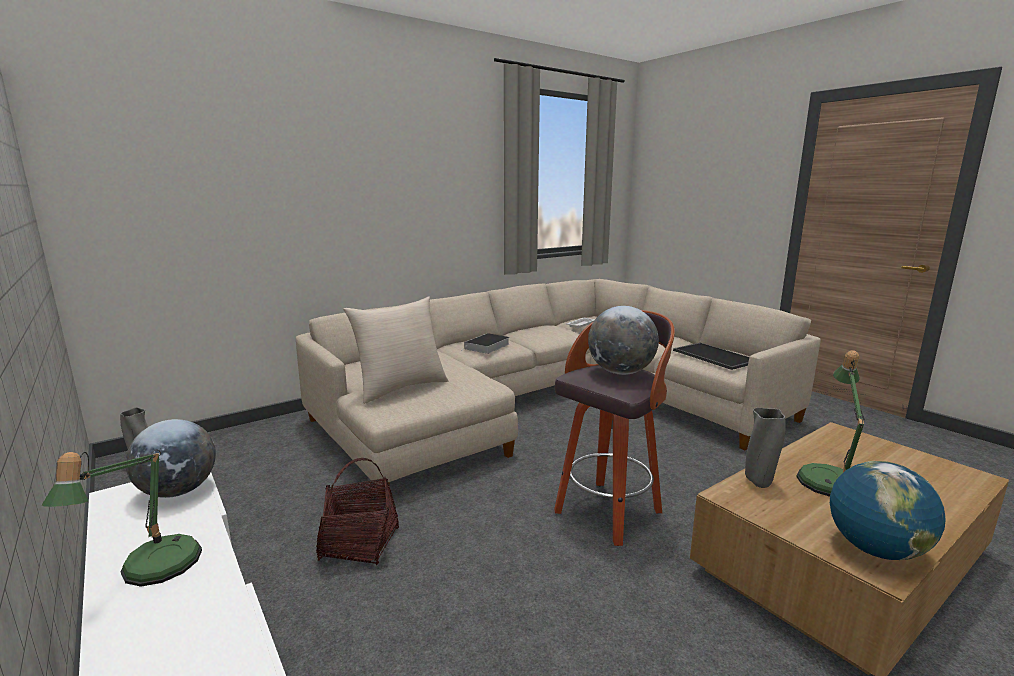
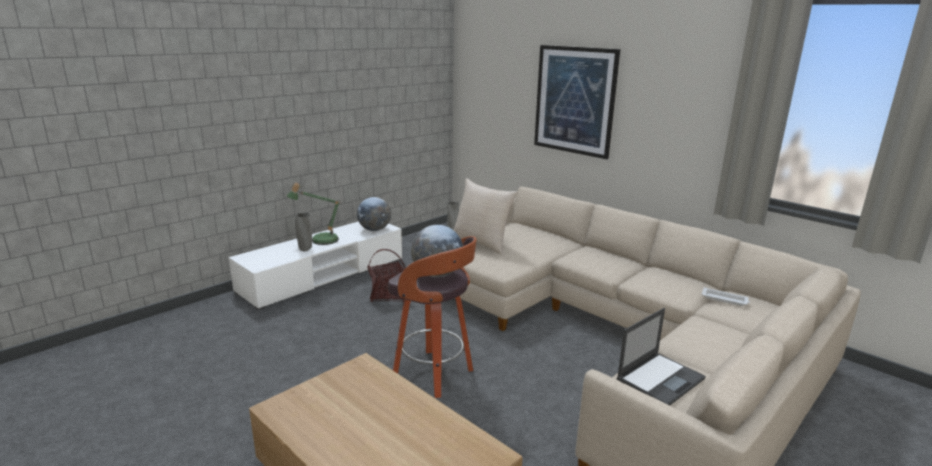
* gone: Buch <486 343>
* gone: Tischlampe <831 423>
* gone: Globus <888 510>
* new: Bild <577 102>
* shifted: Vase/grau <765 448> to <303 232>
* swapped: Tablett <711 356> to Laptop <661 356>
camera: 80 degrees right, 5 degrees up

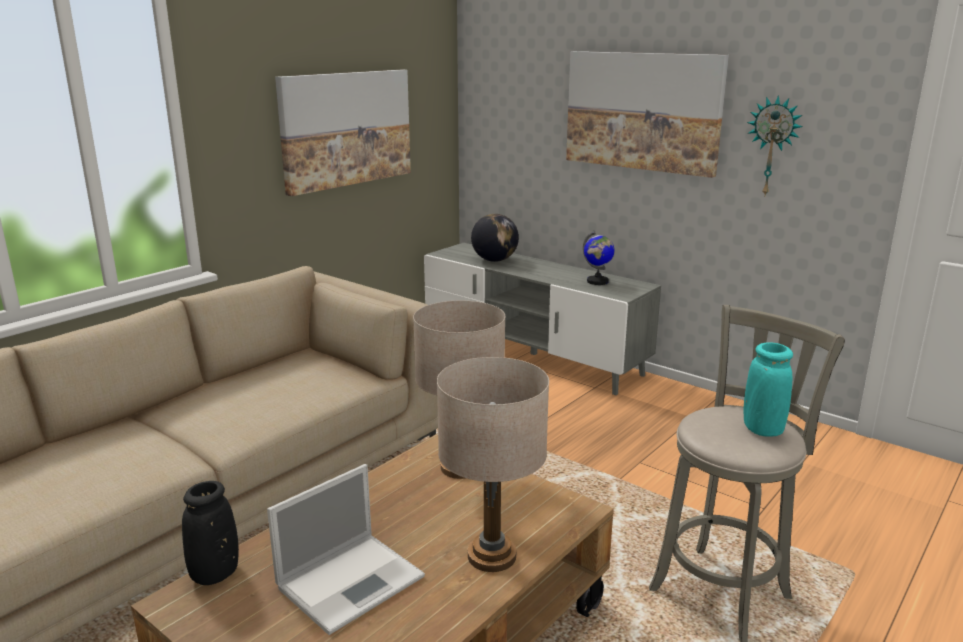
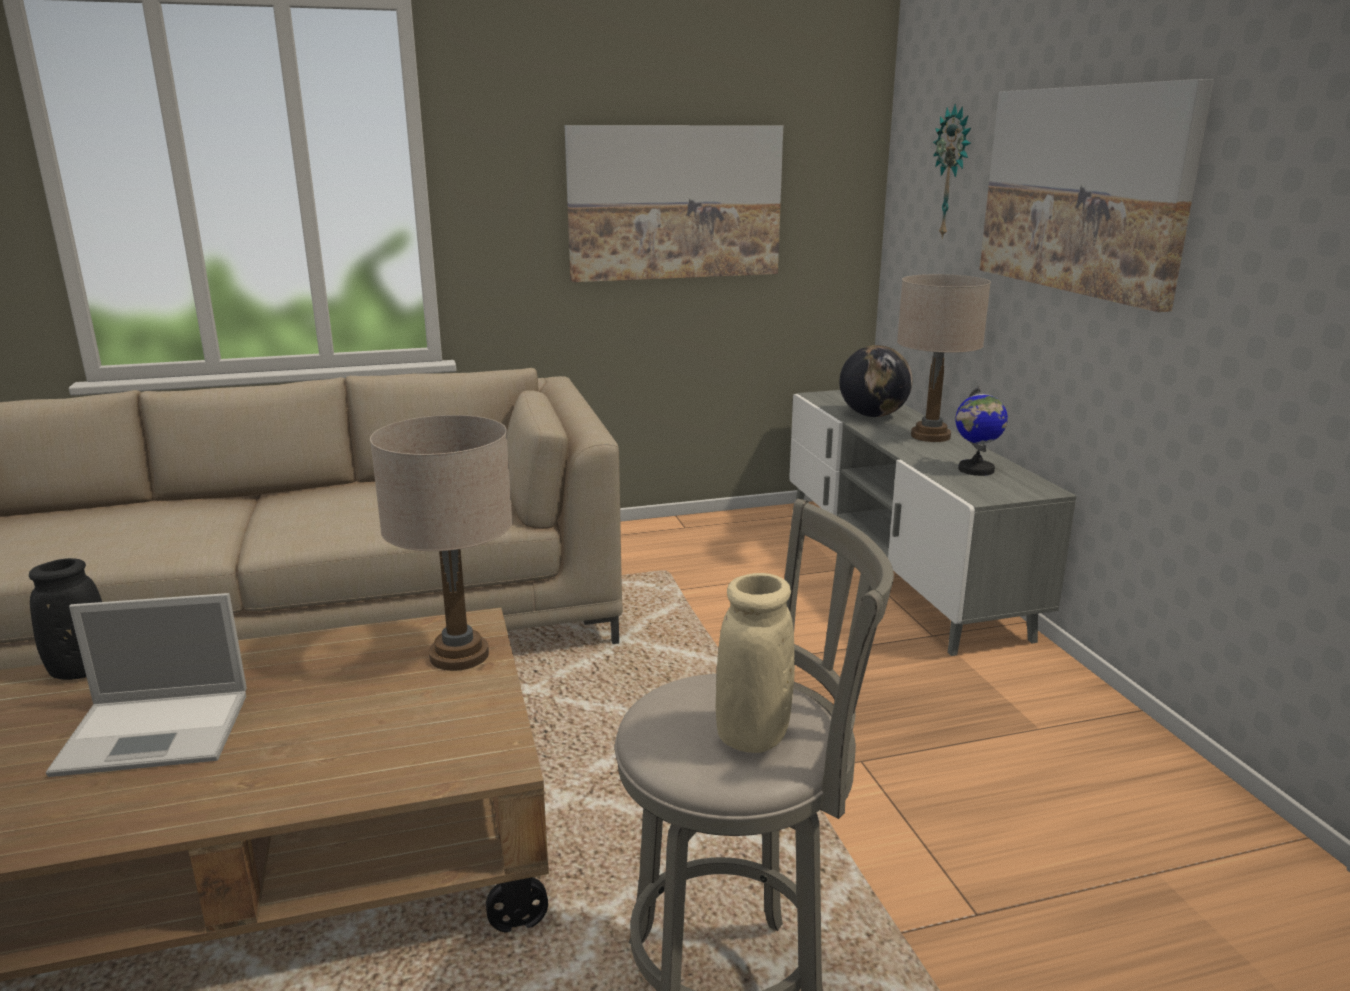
* shifted: Tischlampe/beige <493 464> to <944 358>
* shifted: Wanduhr <775 145> to <952 171>
* repainted: Vase/türkis <768 389> to Vase/beige <755 663>
camera: 35 degrees right, 0 degrees up

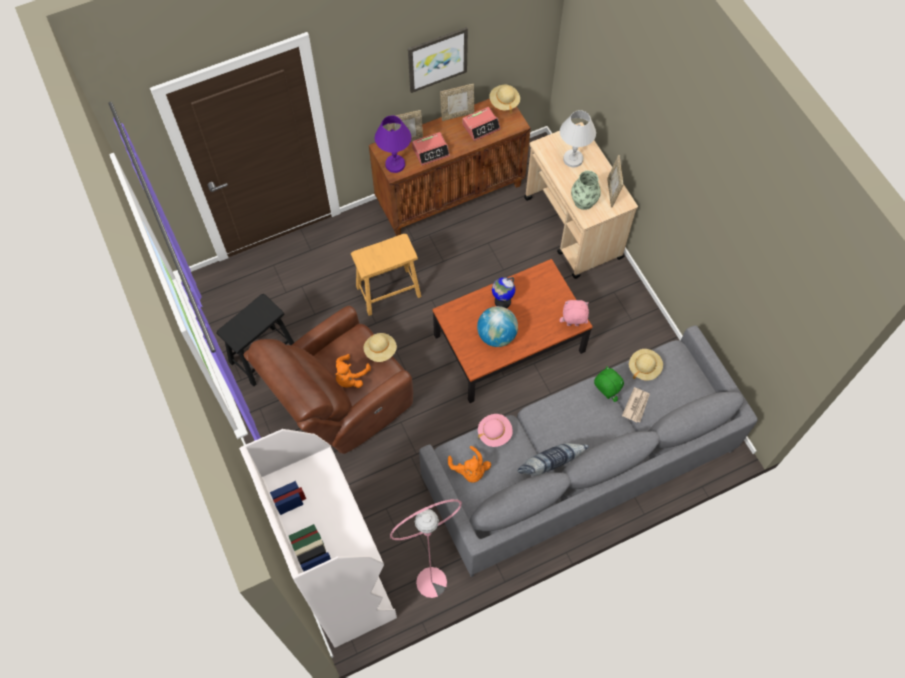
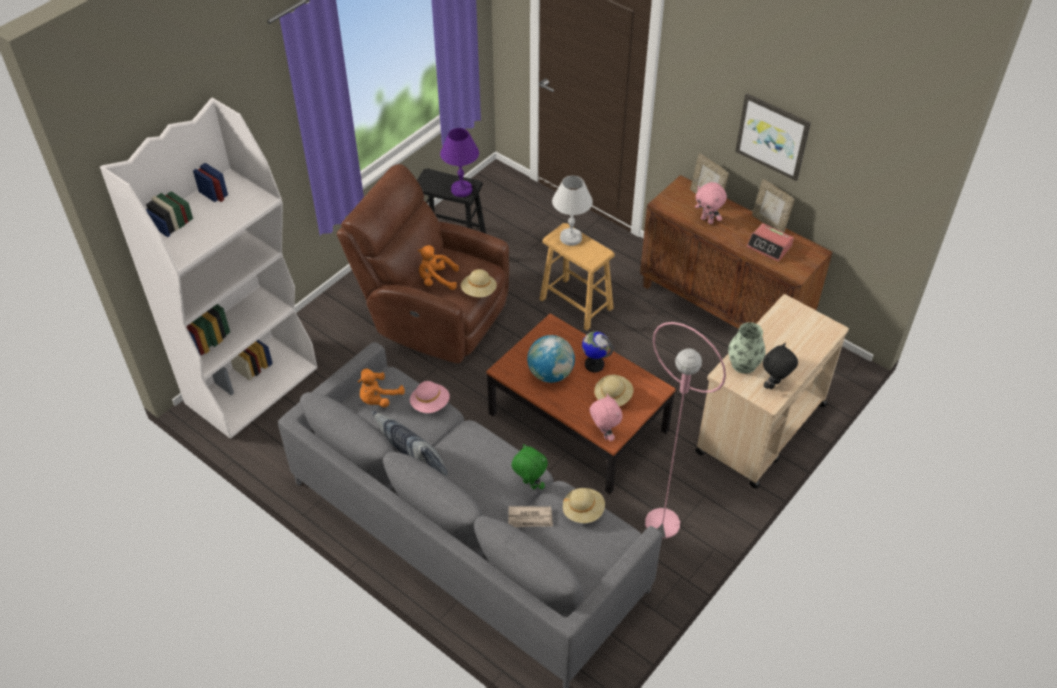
* shifted: Tischlampe/lila <393 144> to <459 162>
* shifted: Stehlampe/rosa <426 548> to <685 430>
* shifted: Hut/beige <504 99> to <614 390>
* shifted: Tischlampe/weiß <578 139> to <572 210>
* swapped: Wecker <431 149> to Plüschtier/rosa <711 203>
* swapped: Bilderrahmen <615 181> to Plüschtier/schwarz <780 366>
* rotated: Plüschtier/grün <609 384> = <529 467> 75 degrees counterclockwise
camera: 65 degrees right, 15 degrees down

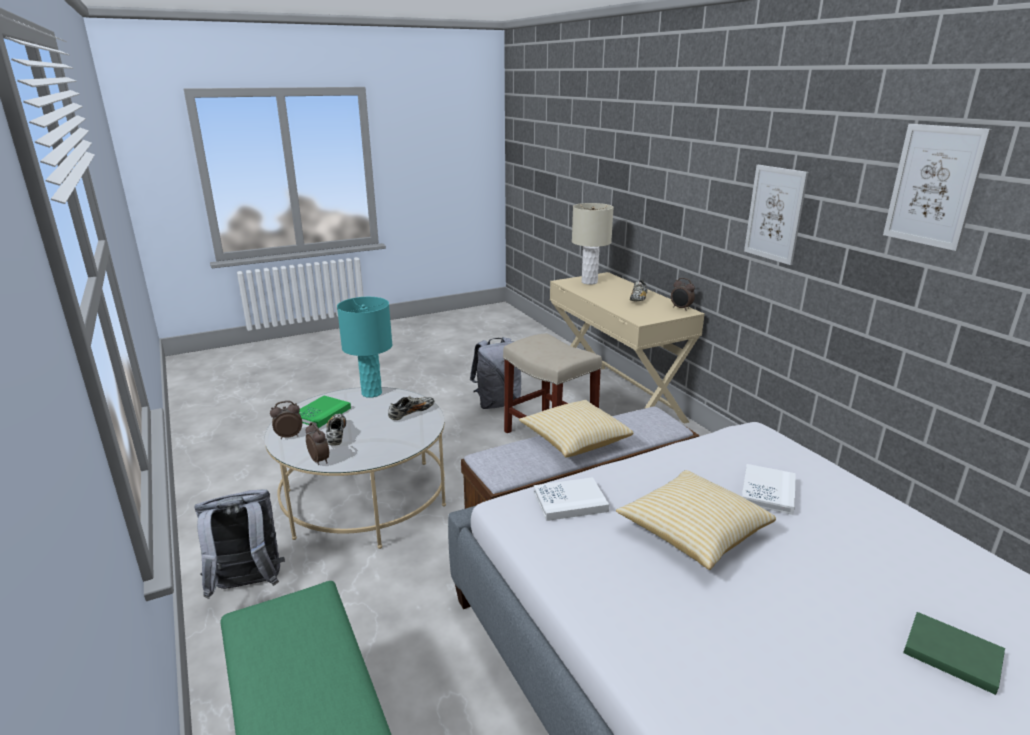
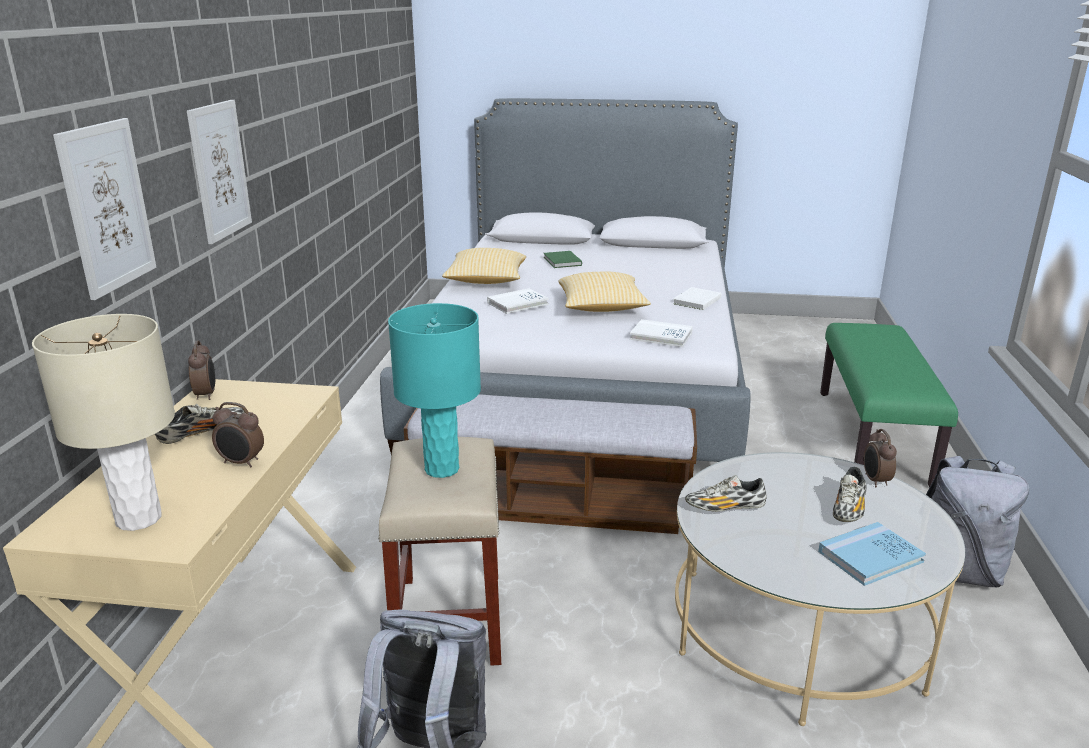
* new: Buch/weiß <697 298>
* shifted: Wecker <286 420> to <238 435>
* shifted: Tischlampe/türkis <364 347> to <434 390>
* shifted: Kissen <576 428> to <484 266>
* shifted: Bild <937 187> to <105 209>
* repainted: Buch/grün <325 412> to Buch/blau <872 554>
camera: 145 degrees left, 0 degrees up

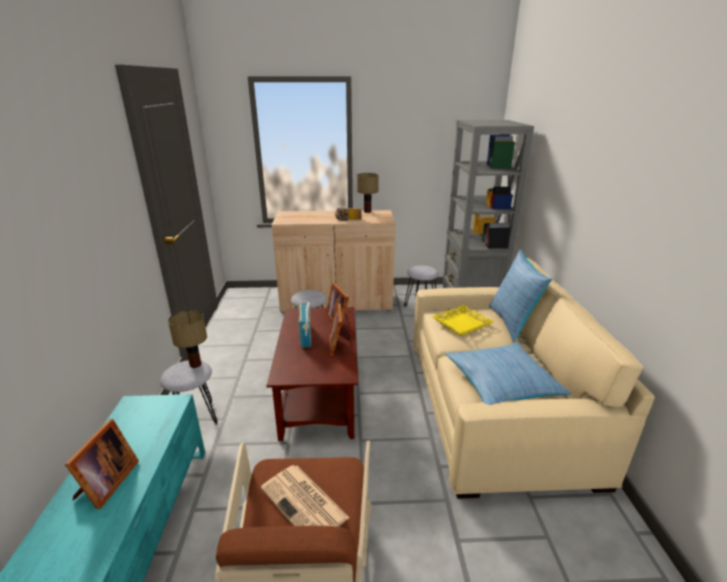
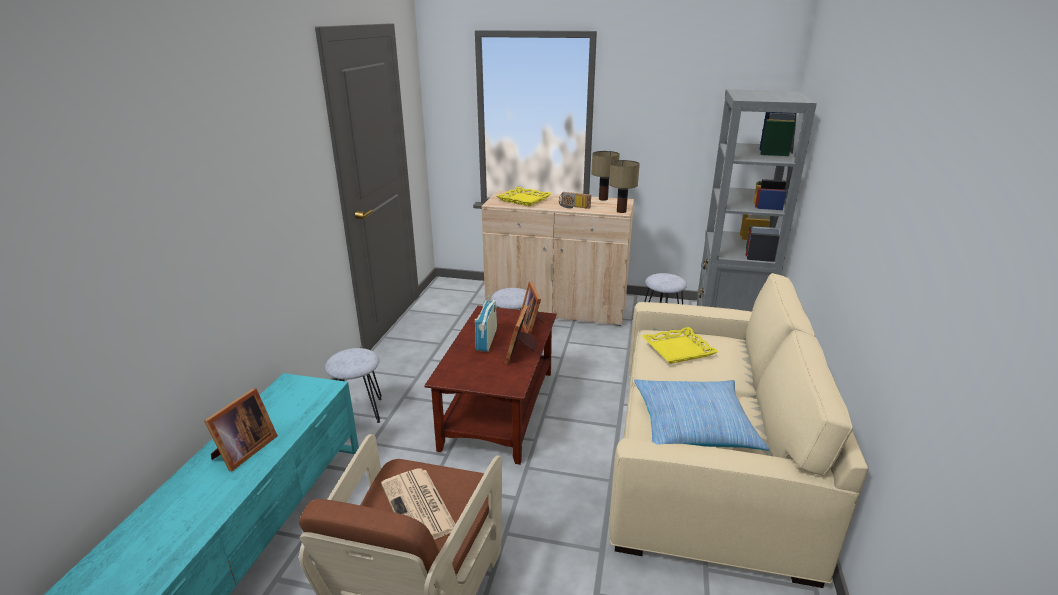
* gone: Kissen <520 296>
* new: Tablett/gelb <524 196>
* shifted: Tischlampe <187 339> to <624 186>
camera: 15 degrees right, 0 degrees up

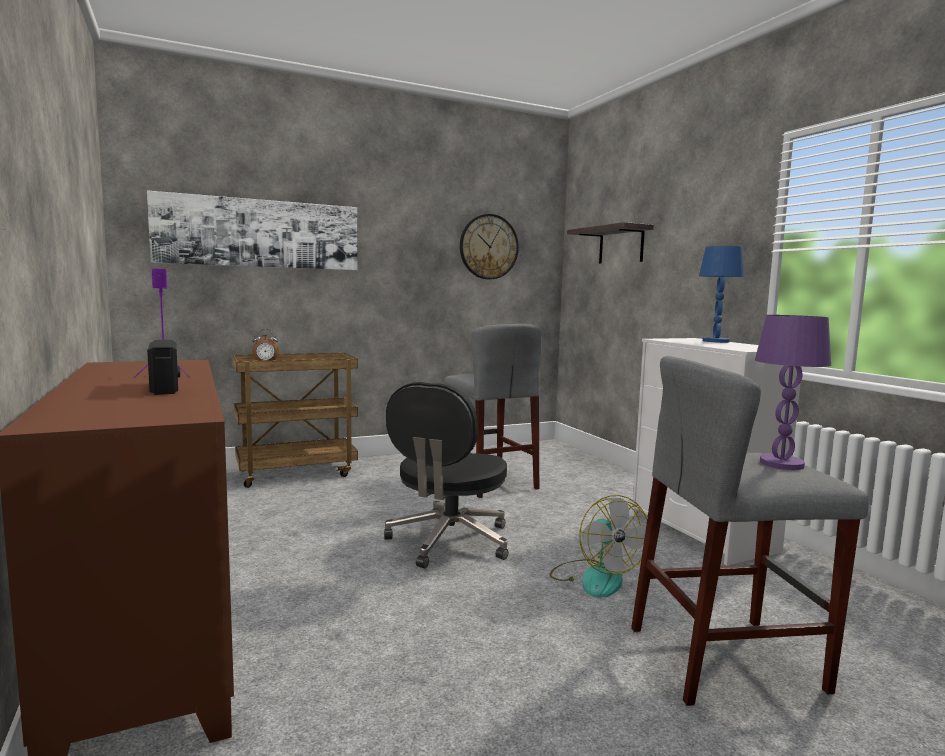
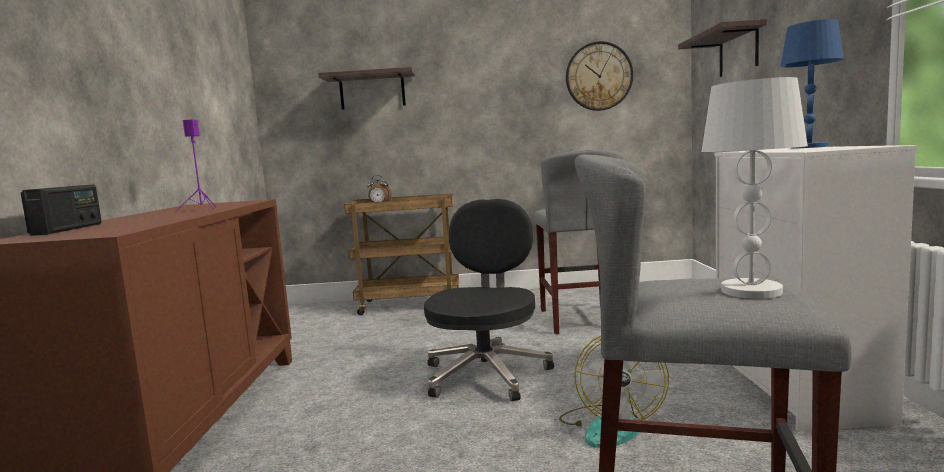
* shifted: Radio <163 367> to <61 210>
* swapped: Bild <252 230> to Wandregal <366 88>
* repainted: Tischlampe/lila <793 392> to Tischlampe/weiß <754 188>
* rotated: Bürostuhl/schwarz <446 475> = <489 300> 150 degrees clockwise
camera: 25 degrees right, 0 degrees up

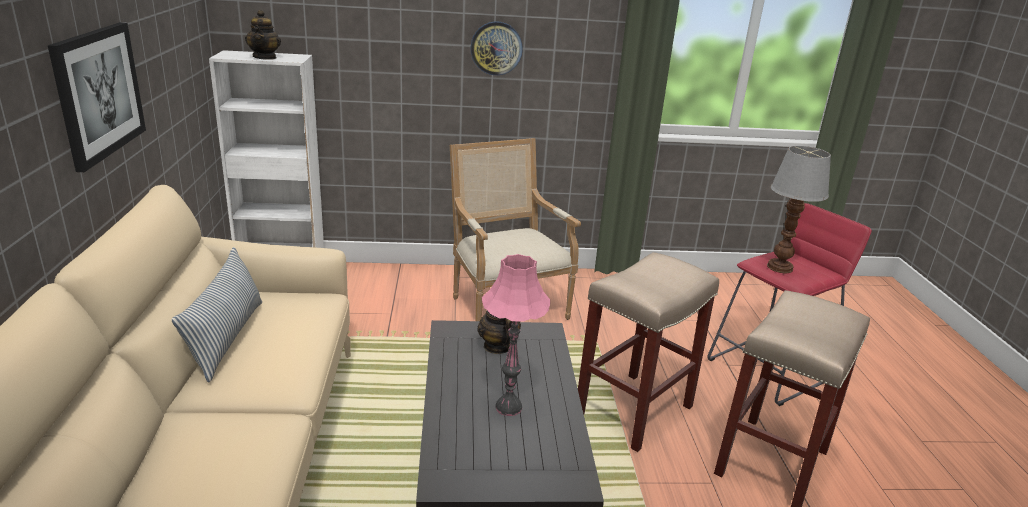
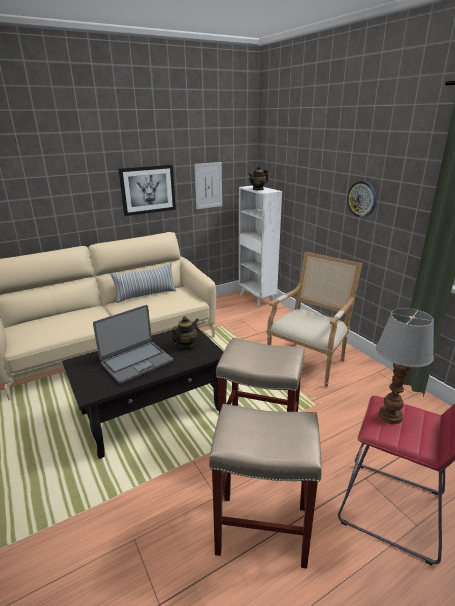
* new: Bild <208 185>
* swapped: Tischlampe/rosa <516 335> to Laptop <133 344>
camera: 65 degrees right, 0 degrees up

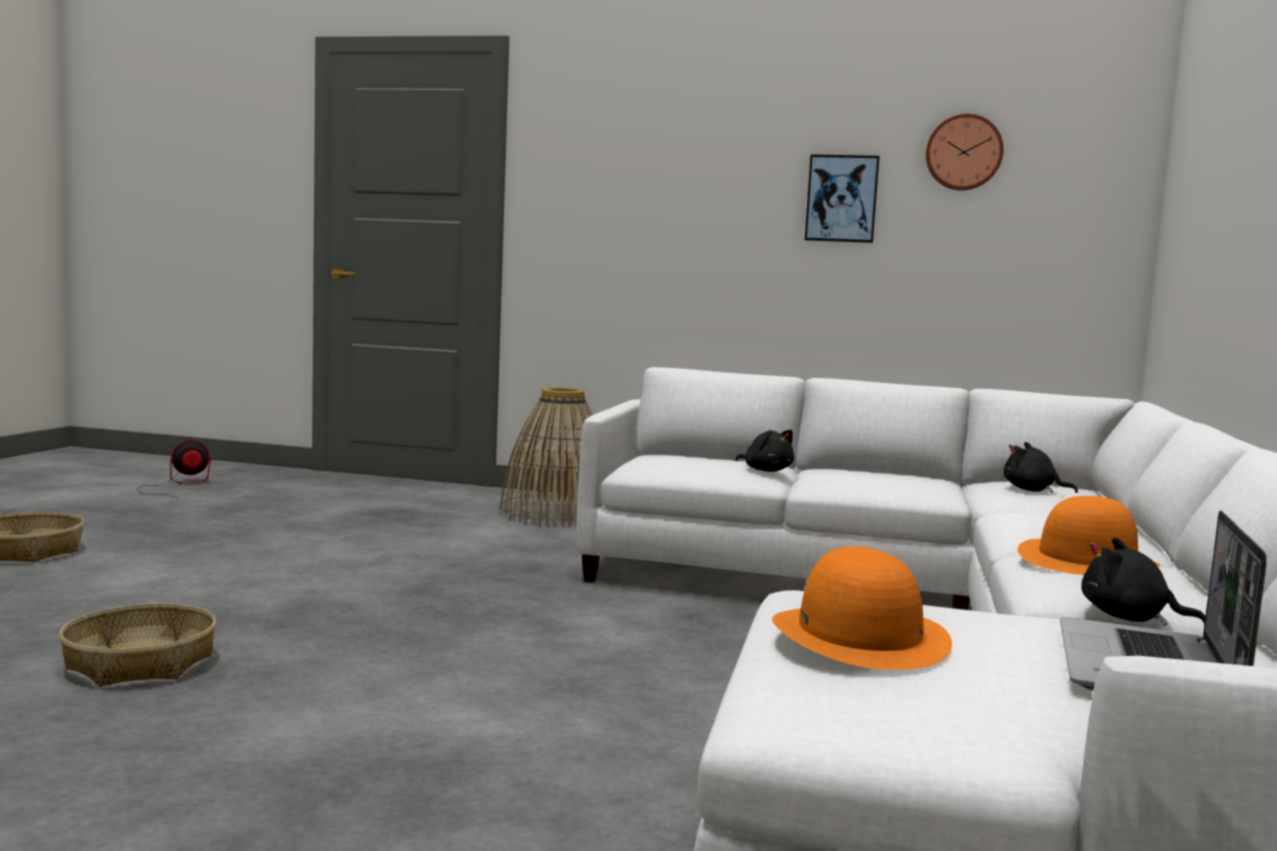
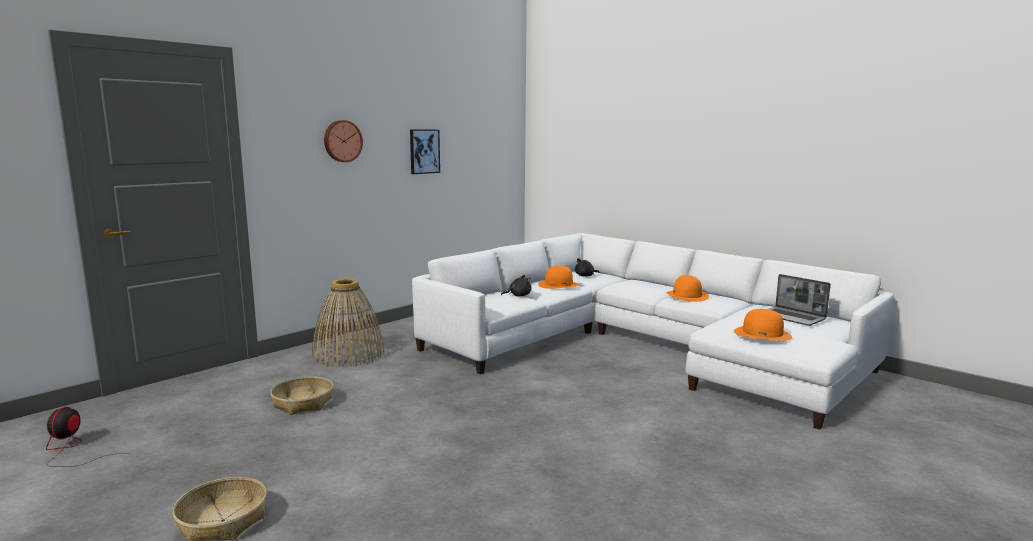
* gone: Plüschtier/schwarz <1143 581>
* new: Hut/orange <558 277>
* shifted: Korb <137 645> to <301 395>
* shifted: Wanduhr <965 152> to <343 141>
camera: 60 degrees left, 5 degrees up

